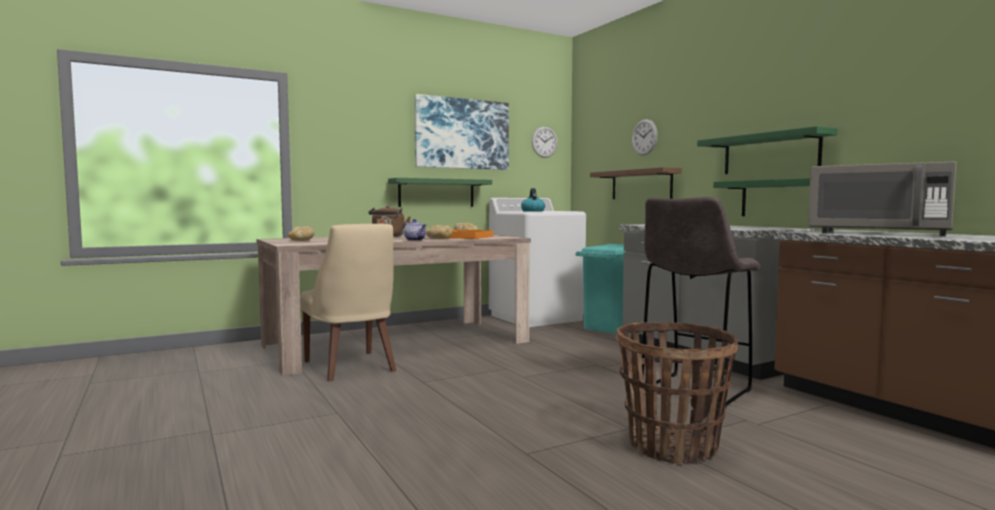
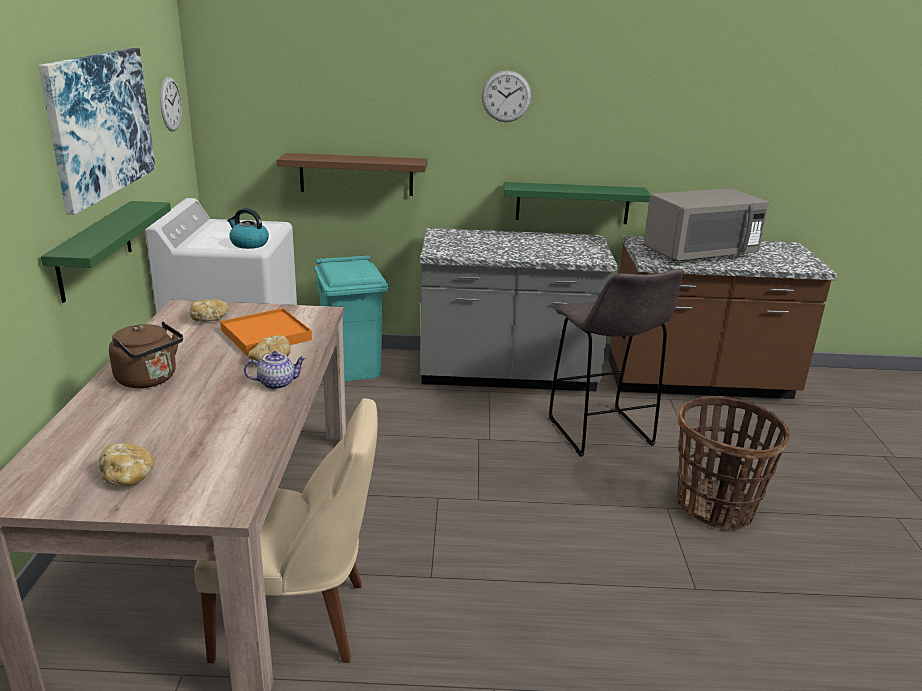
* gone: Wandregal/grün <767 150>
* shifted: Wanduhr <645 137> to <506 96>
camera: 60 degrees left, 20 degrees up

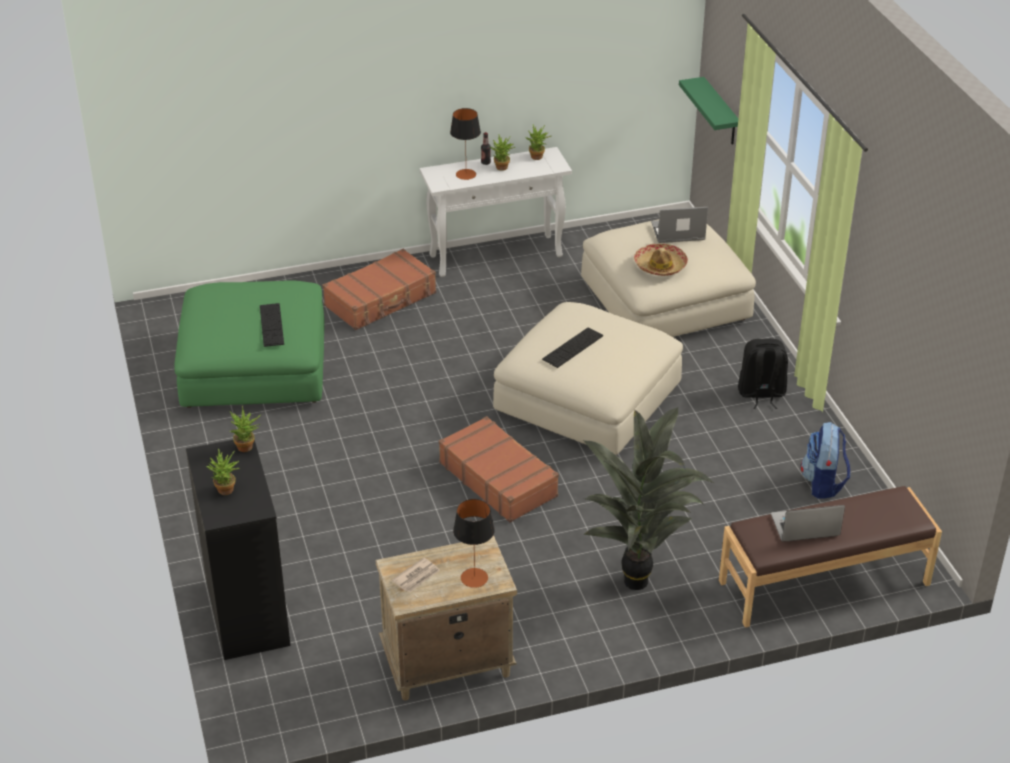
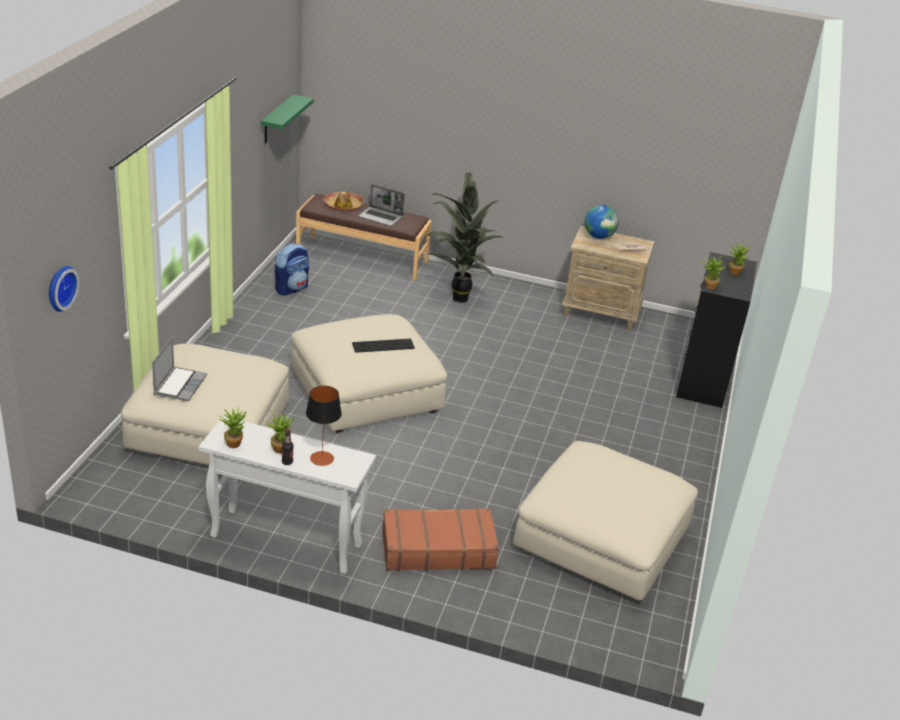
* gone: Tastatur <272 325>
* gone: Koffer/braun <499 469>
* gone: Rucksack/schwarz <763 374>
* new: Wanduhr <64 289>
* shifted: Hut <661 260> to <343 202>
* shifted: Wandregal/grün <708 111> to <287 119>
* swapped: Tischlampe <474 543> to Globus <601 222>
* repainted: Polsterhocker/grün <249 344> to Polsterhocker/beige <605 521>
* rotated: Laptop <679 225> = <179 369> 105 degrees counterclockwise
camera: 150 degrees left, 5 degrees down

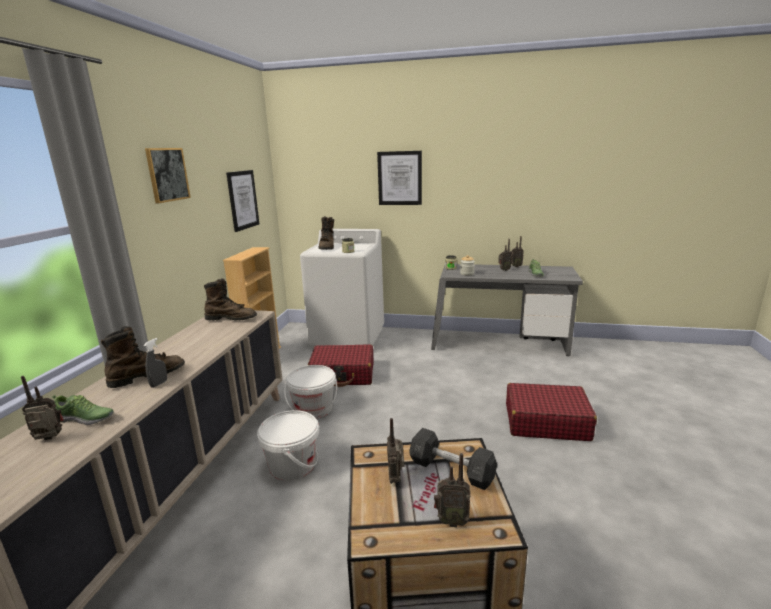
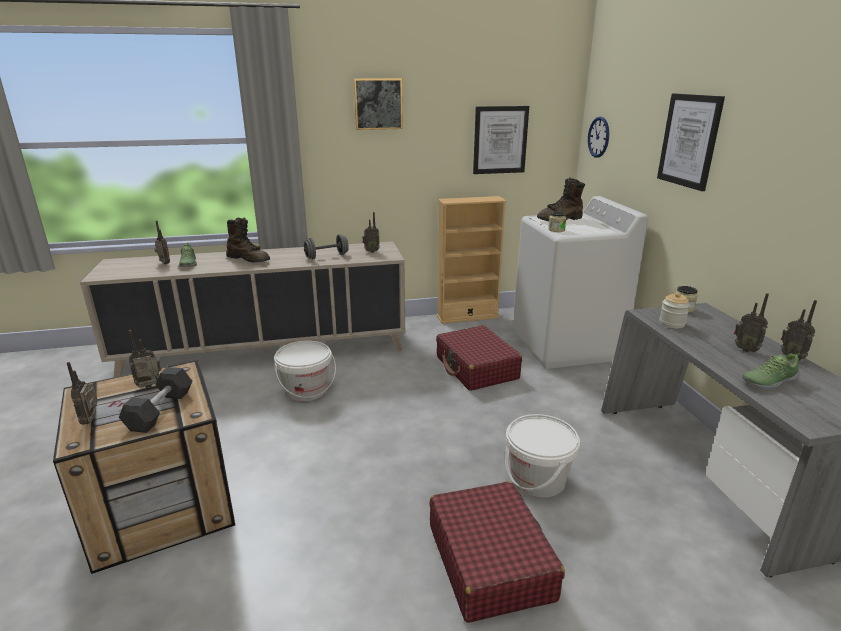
* gone: Sprühflasche/grau <155 363>
* new: Hantel/grau <326 246>
* new: Wanduhr <598 137>
* shifted: Eimer/weiß <310 392> to <542 456>
* swapped: Stiefel/braun <230 299> to Radio <371 232>
camera: 65 degrees right, 5 degrees up

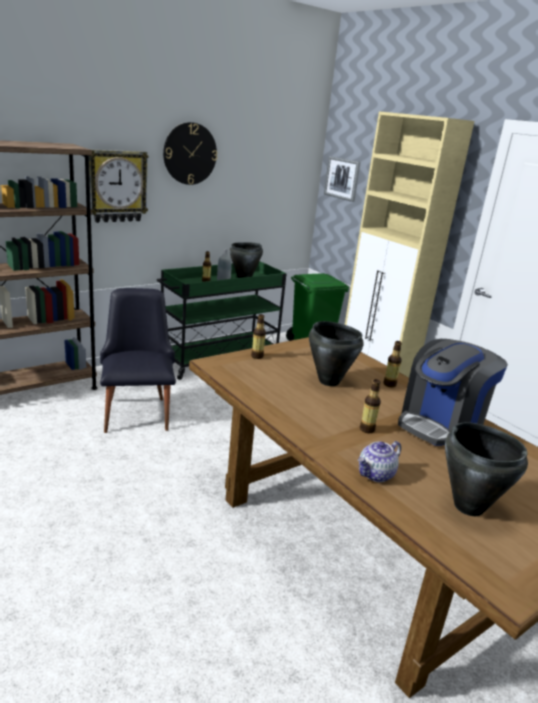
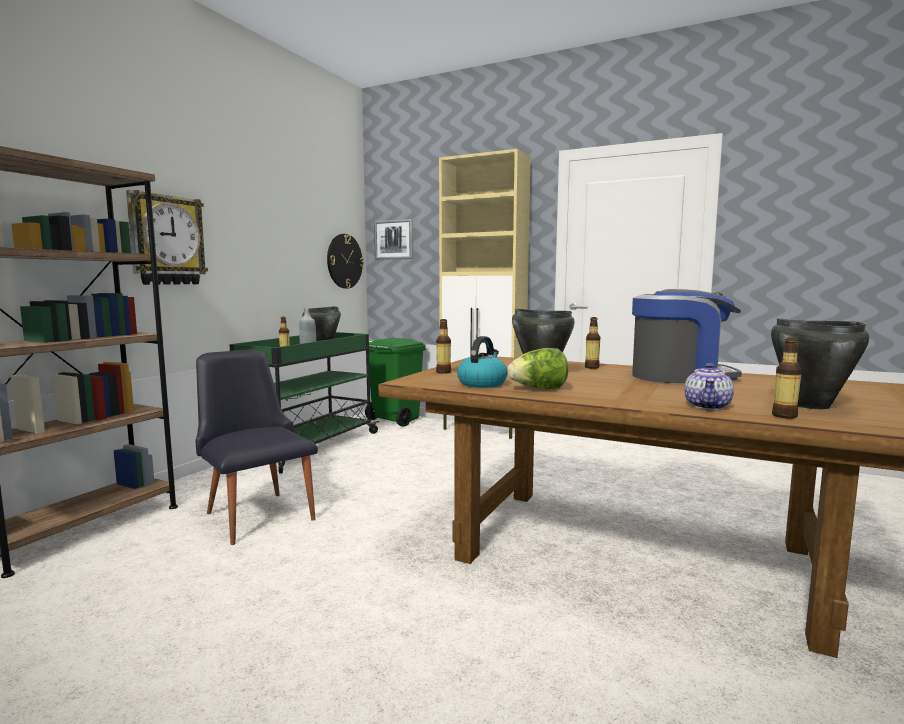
* new: Wasserkessel <482 362>
* new: Salatkopf <537 368>
* shifted: Wanduhr <190 153> to <345 261>
* shifted: Flasche <370 406> to <787 378>
* rotated: Kaffeemaschine <453 392> = <687 336> 105 degrees counterclockwise
camera: 25 degrees left, 15 degrees down

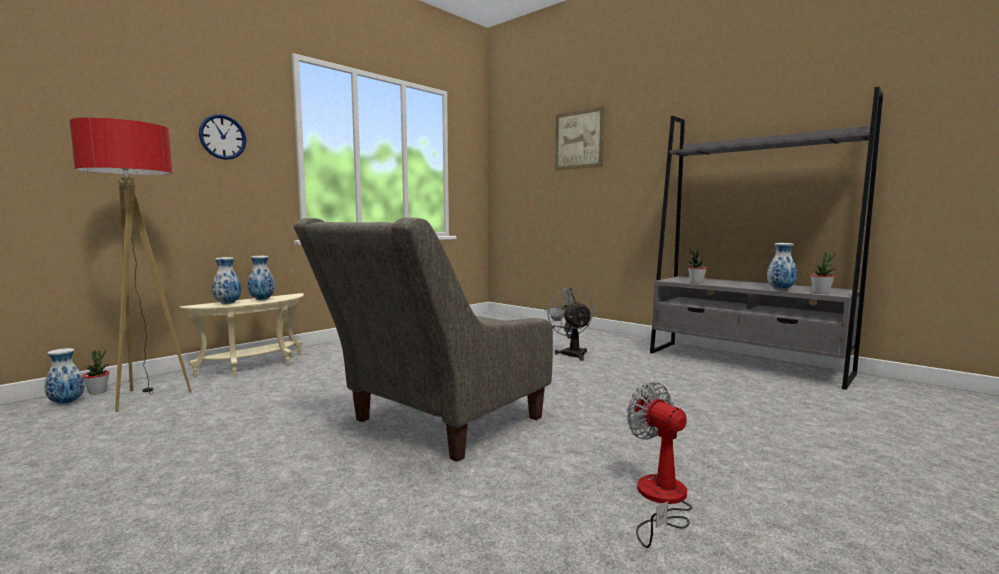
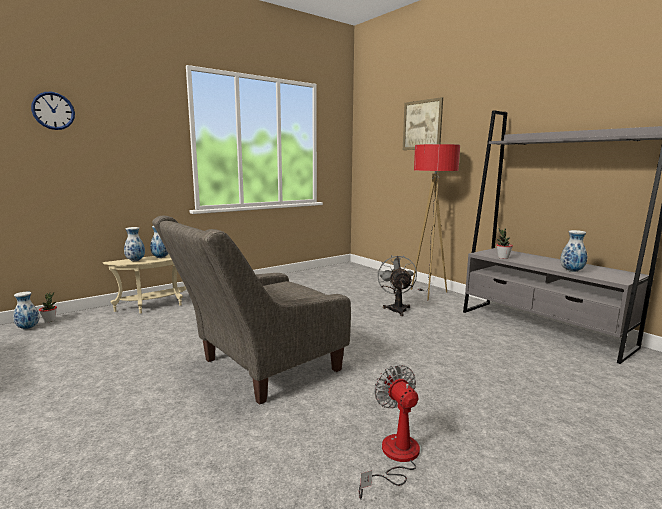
* gone: Topfpflanze <823 273>
* shifted: Stehlampe <131 264> to <435 222>
* shifted: Wanduhr <222 137> to <53 111>
camera: 10 degrees right, 5 degrees up

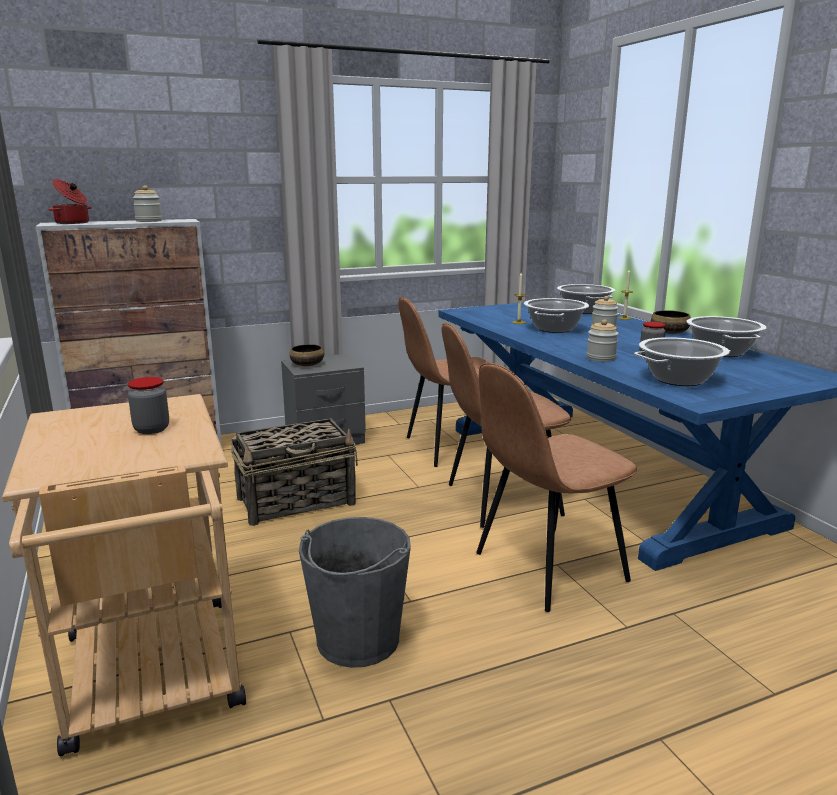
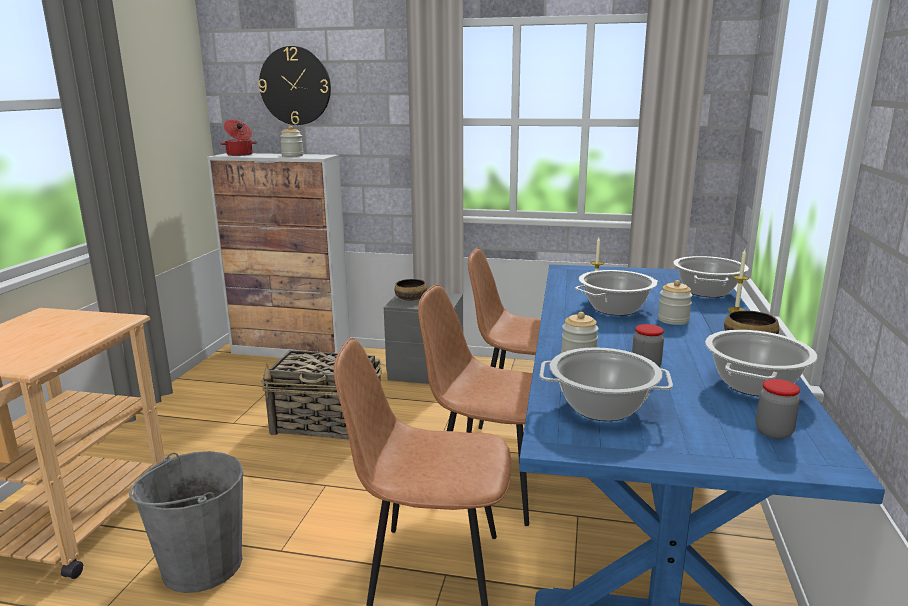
* new: Wanduhr <294 85>
* shifted: Vorratsglas <148 405> to <778 409>
camera: 35 degrees right, 0 degrees up

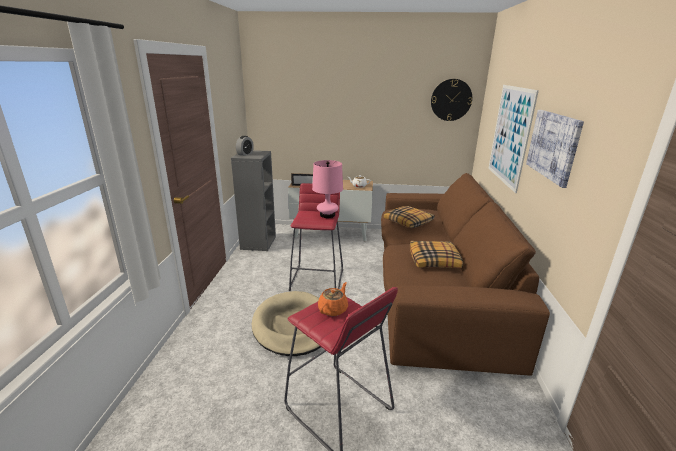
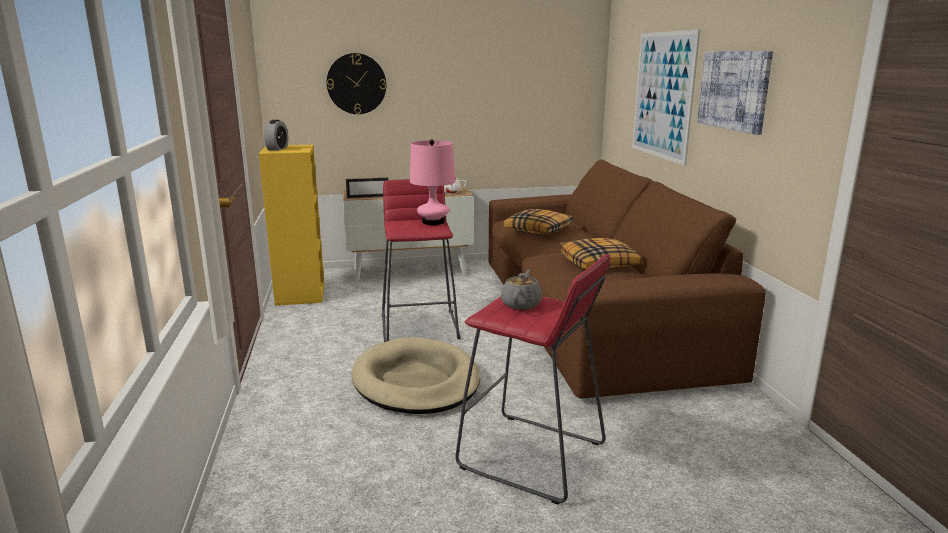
* shifted: Wanduhr <451 100> to <356 83>
* repainted: Bücherregal/grau <253 200> to Bücherregal/gelb <291 225>
* repainted: Teekanne/orange <333 299> to Teekanne/grau <521 290>
camera: 15 degrees left, 5 degrees down

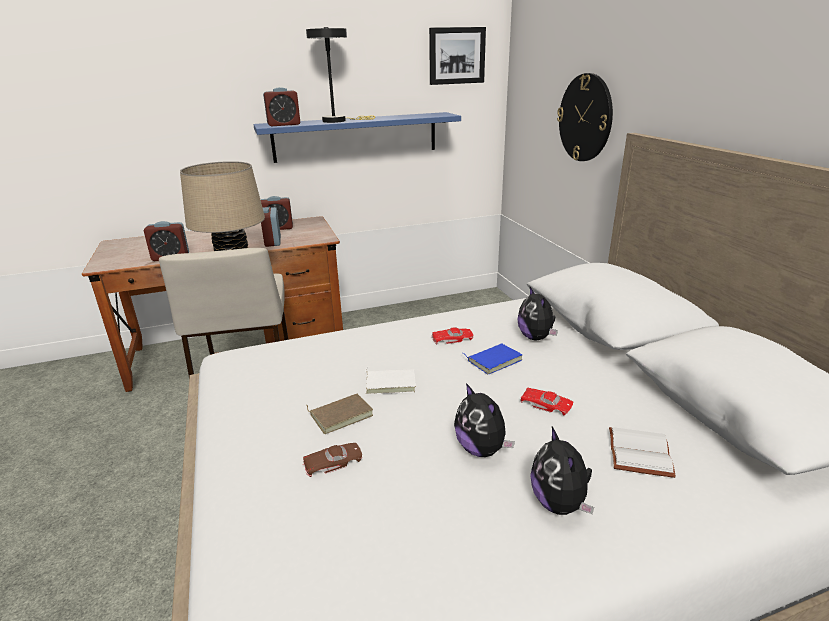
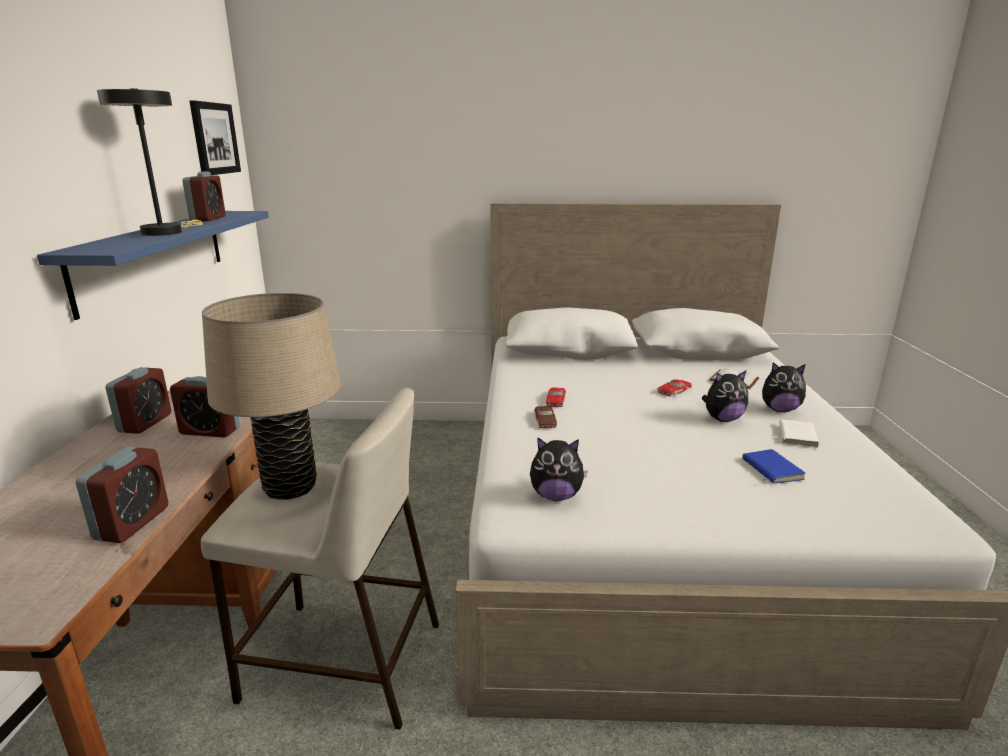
* gone: Buch/braun <339 414>
* gone: Wanduhr <585 117>
* shifted: Wecker <281 106> to <204 196>
* shifted: Spielzeugauto/braun <332 460> to <545 417>
* shifted: Buch/weiß <390 380> to <799 433>
* shifted: Buch/blau <493 358> to <774 466>
* shifted: Plüschtier <538 313> to <559 469>
camera: 70 degrees left, 5 degrees down

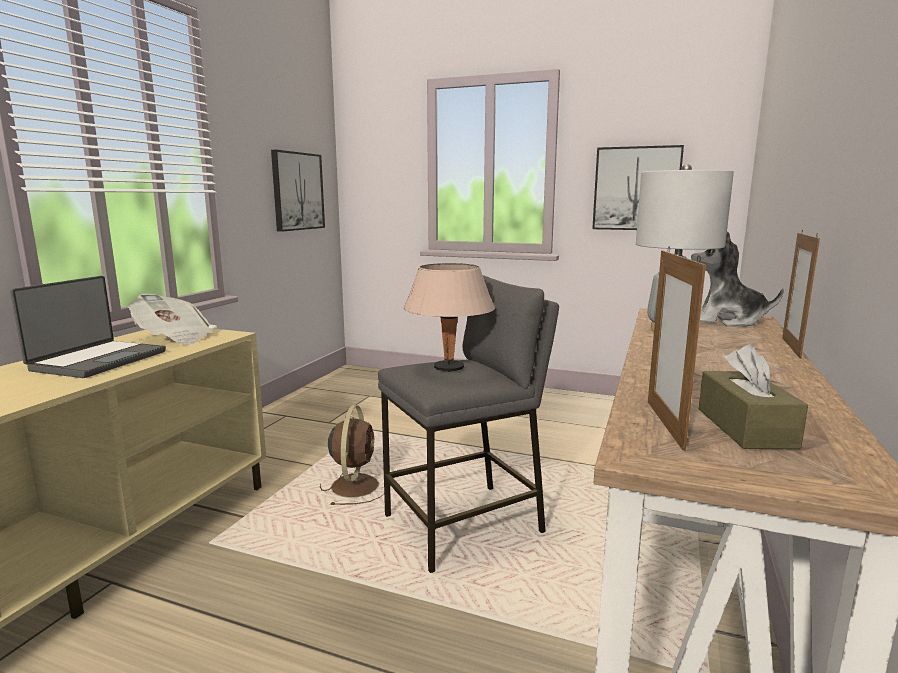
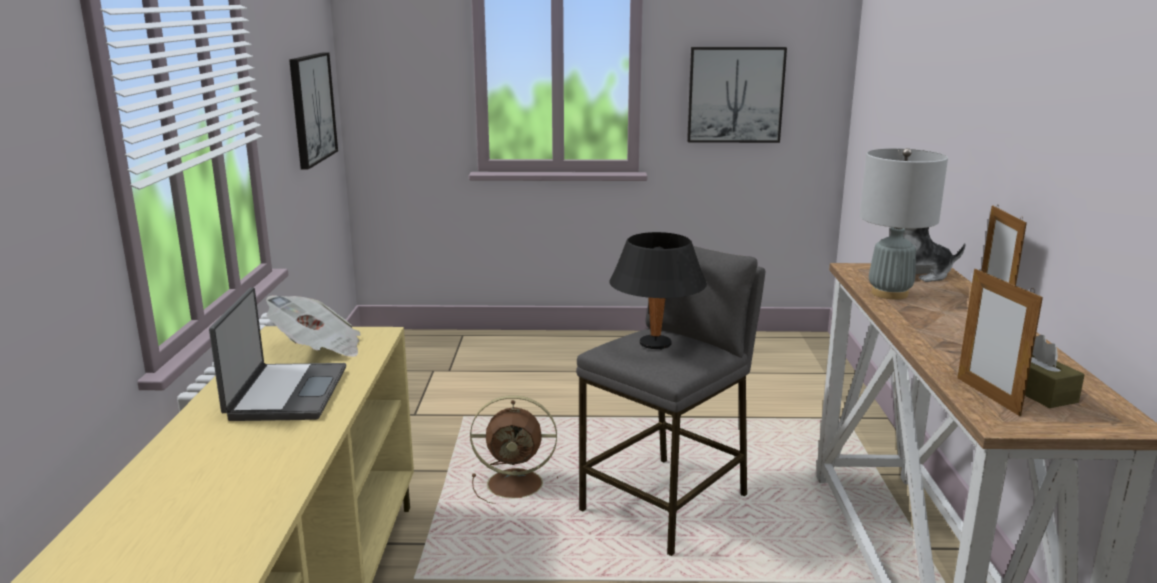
* repainted: Tischlampe/beige <449 317> to Tischlampe/schwarz <658 291>
* rotated: Ventilator/braun <352 455> = <514 449> 105 degrees clockwise
camera: 20 degrees left, 5 degrees up

